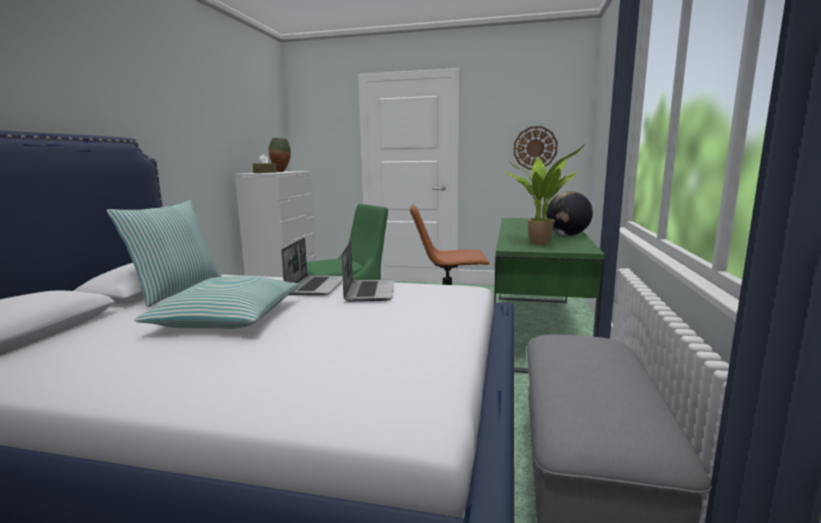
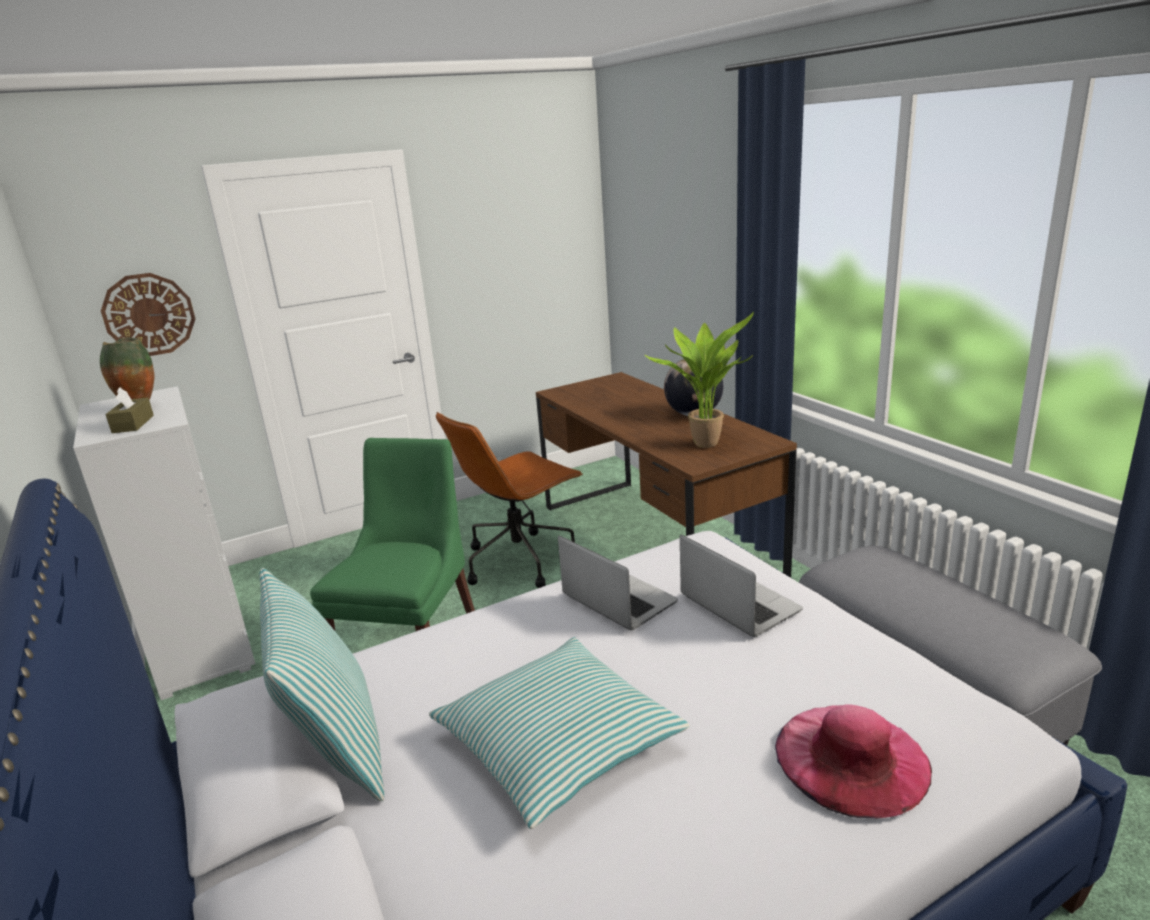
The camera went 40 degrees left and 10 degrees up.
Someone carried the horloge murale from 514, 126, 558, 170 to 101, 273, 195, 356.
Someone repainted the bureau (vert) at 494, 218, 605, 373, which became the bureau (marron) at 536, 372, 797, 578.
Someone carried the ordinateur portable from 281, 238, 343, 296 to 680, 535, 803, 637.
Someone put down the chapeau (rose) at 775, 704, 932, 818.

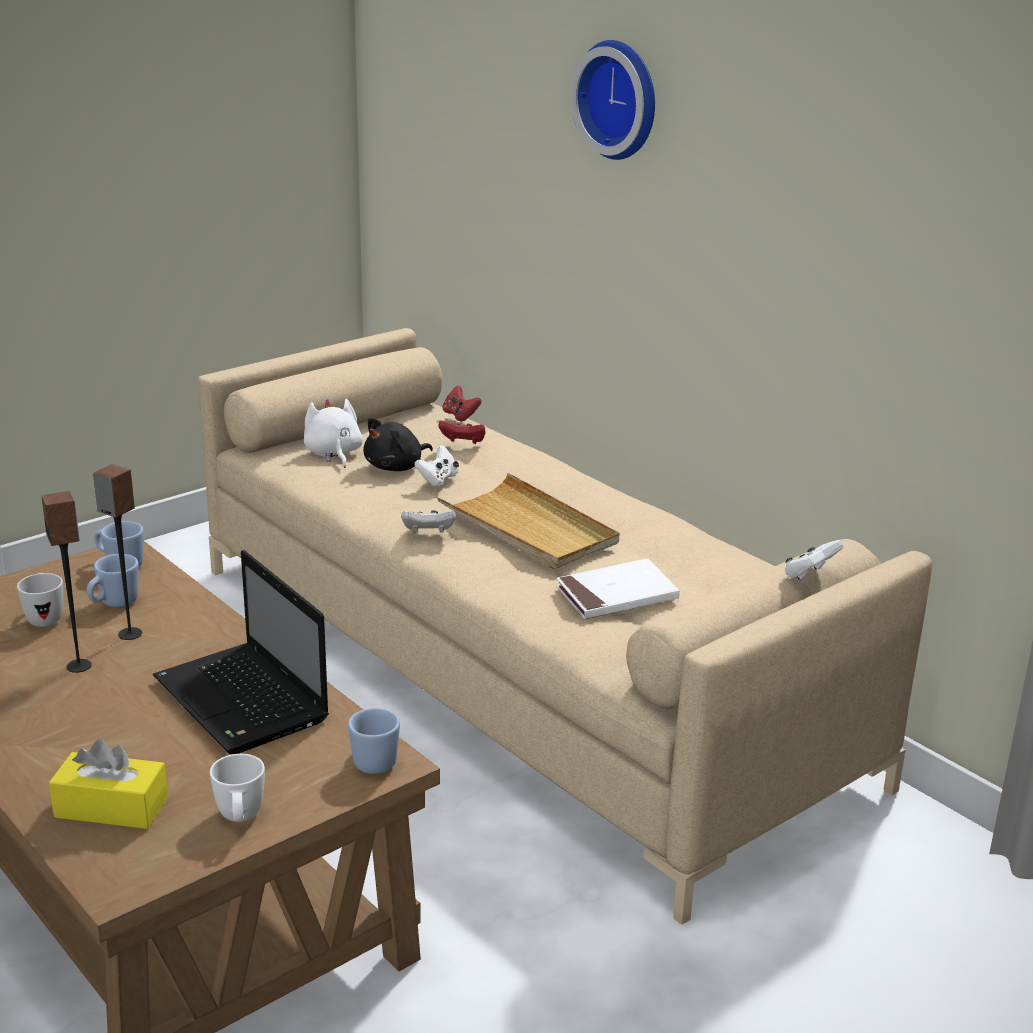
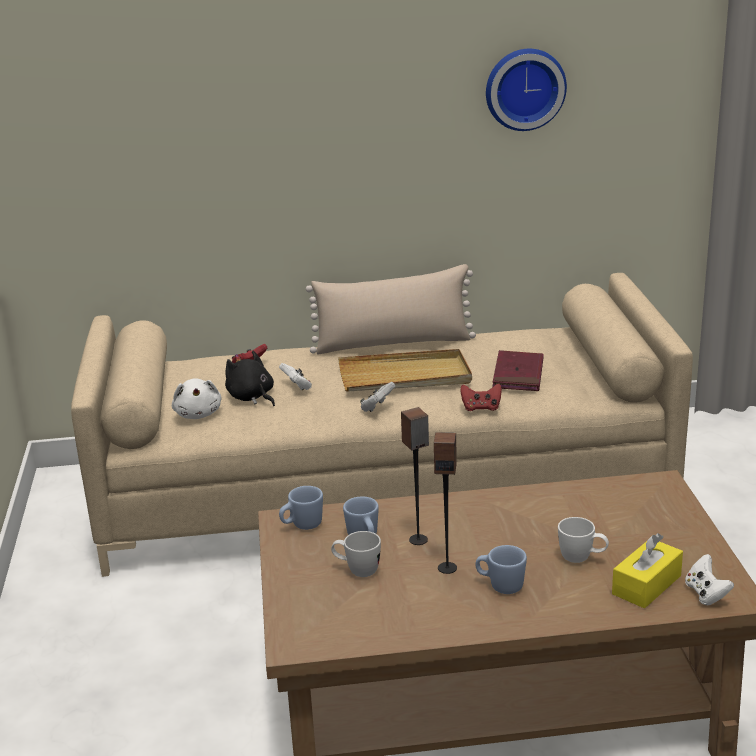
The camera went 55 degrees left and 0 degrees up.
Someone rotated the peluche (blanc) at 304, 399, 363, 468 by 120 degrees counterclockwise.
Someone rotated the peluche (noir) at 363, 418, 433, 471 by 150 degrees clockwise.
Someone put down the coussin (beige) at 306, 264, 476, 354.
Someone carried the manette (rouge) from 443, 385, 482, 422 to 460, 384, 502, 411.
Someone carried the mug (bleu) from 348, 708, 400, 774 to 476, 545, 527, 594.
Someone carried the horloge murale from 571, 40, 655, 160 to 486, 49, 567, 131.
Someone repainted the livre (blanc) at 556, 558, 680, 619, which became the livre (rouge) at 492, 350, 544, 391.
Someone carried the mug (blanc) from 210, 754, 265, 822 to 558, 517, 609, 563.
Someone carried the manette (blanc) from 785, 540, 843, 579 to 685, 554, 734, 605.
Someone took away the ordinateur portable at 153, 550, 329, 754.

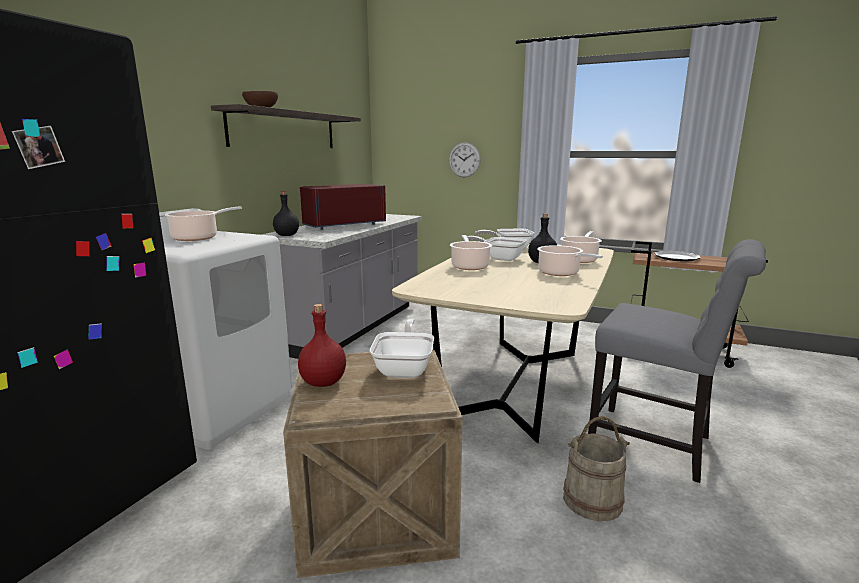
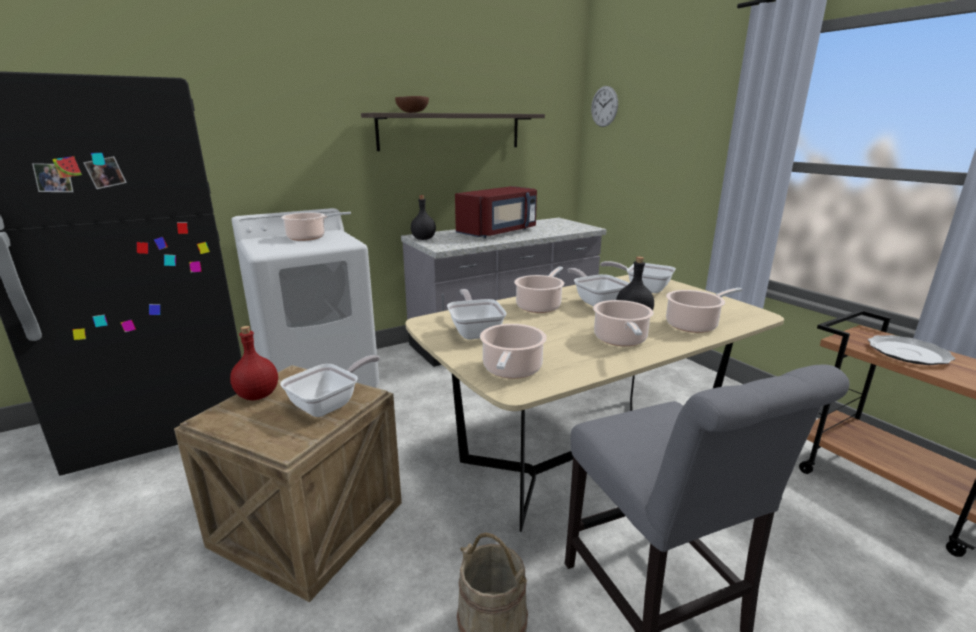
The camera went 35 degrees right and 5 degrees up.
Someone put down the poêle at 447, 289, 507, 340.
Someone rotated the micro-ondes (rouge) at 300, 184, 386, 230 by 135 degrees clockwise.
Someone put down the marmite at 480, 324, 547, 379.
Someone carried the horloge murale from 449, 142, 481, 177 to 591, 86, 618, 127.

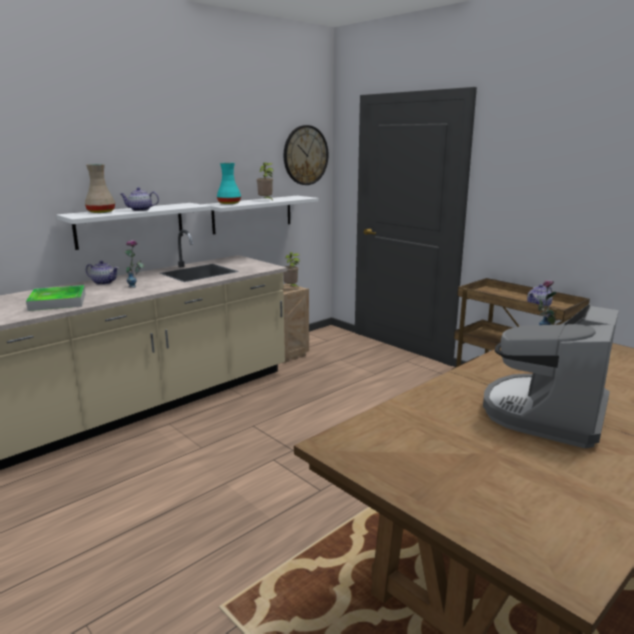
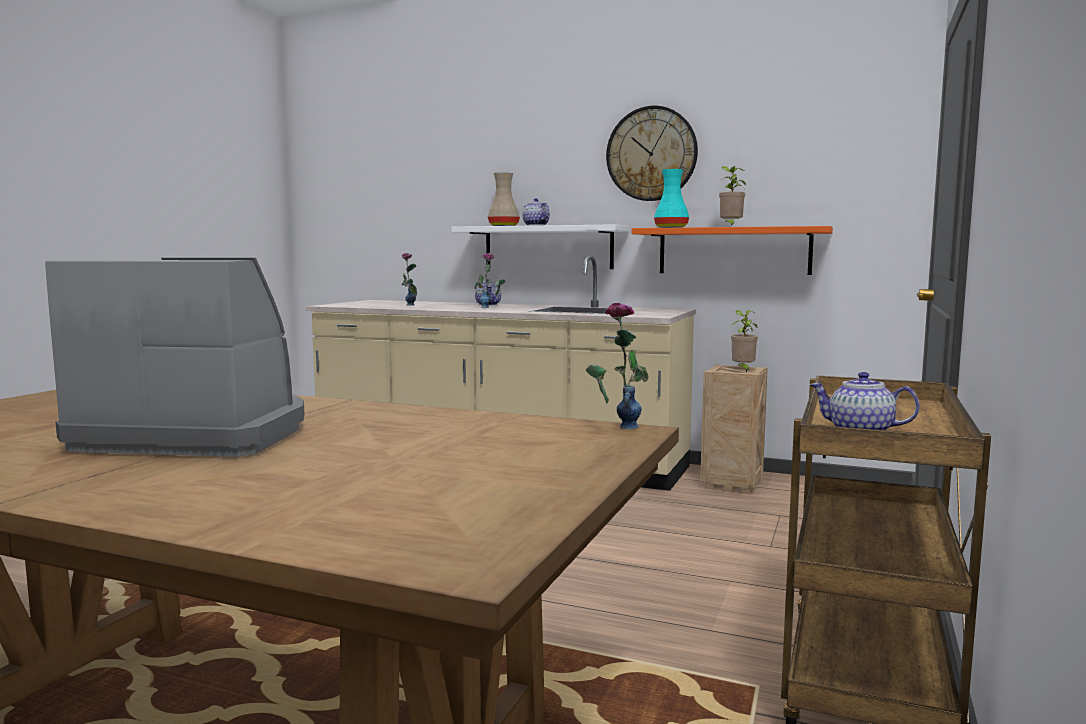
The camera went 65 degrees right and 10 degrees down.
Someone swapped the plateau at 26, 285, 86, 311 for the vase at 401, 253, 417, 306.
Someone carried the horloge murale from 284, 125, 329, 185 to 606, 106, 698, 201.
Someone repainted the étagère (blanc) at 202, 196, 319, 234, which became the étagère (orange) at 632, 226, 833, 275.

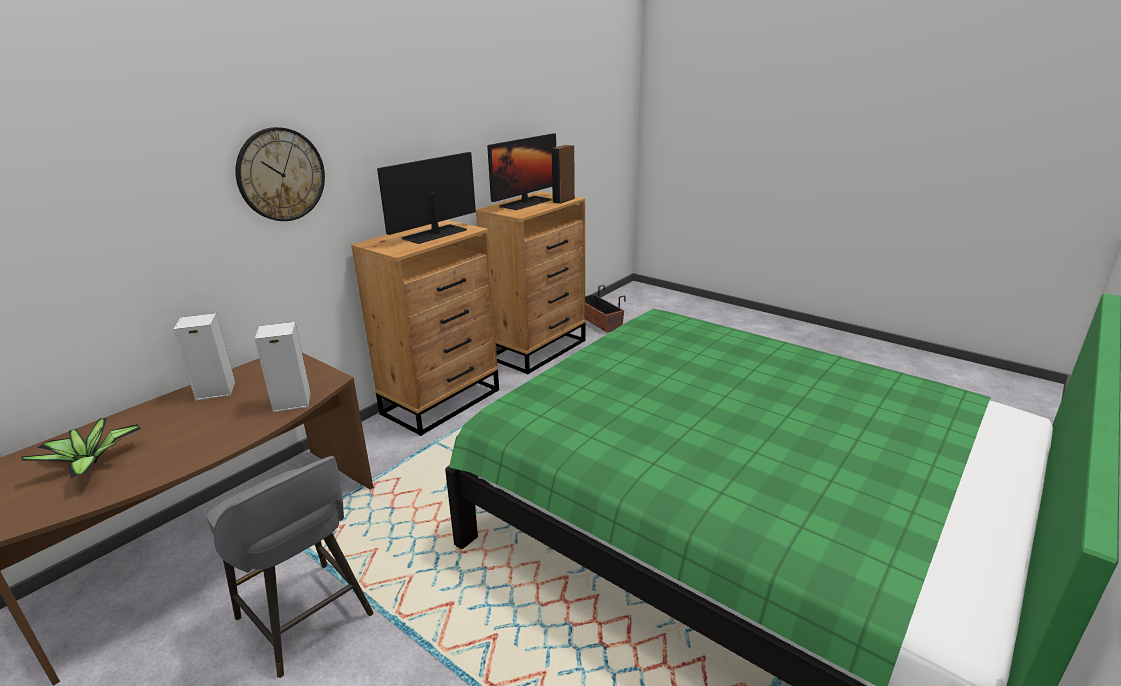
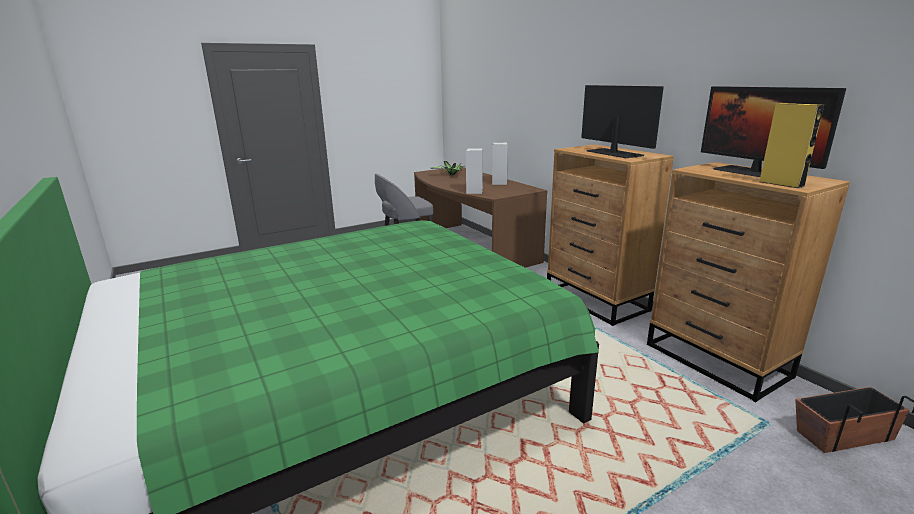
The camera went 110 degrees right and 5 degrees down.
Someone repainted the enceinte (marron) at 551, 145, 575, 204, which became the enceinte (jaune) at 759, 103, 824, 188.
Someone took away the horloge murale at 235, 127, 325, 221.

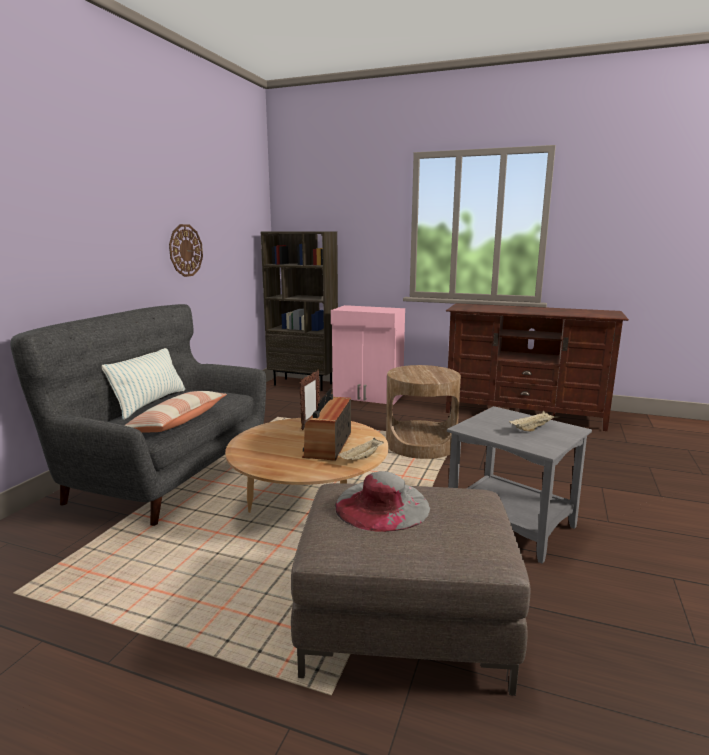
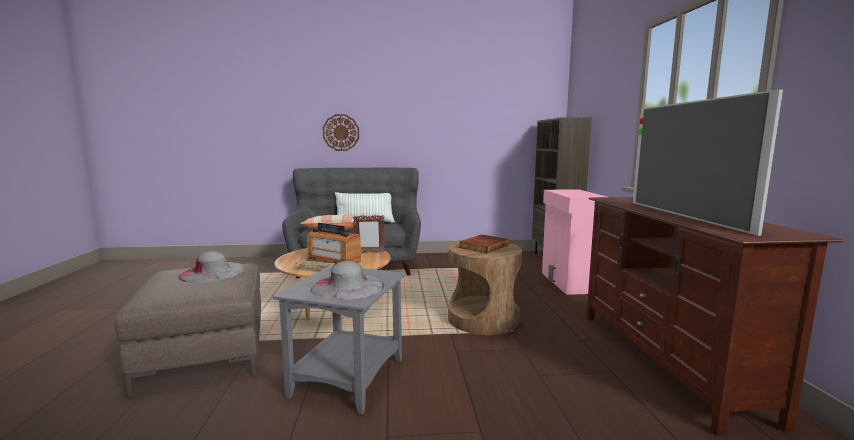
The camera went 65 degrees right and 5 degrees down.
Someone rotated the radio at 302, 388, 351, 461 by 135 degrees counterclockwise.
Someone swapped the plateau (beige) at 509, 411, 557, 431 for the chapeau (gris) at 311, 261, 384, 300.
Someone carried the horloge murale from 169, 224, 203, 277 to 323, 114, 359, 151.
Someone put down the livre at 459, 234, 509, 253.
Someone put down the téléviseur at 632, 89, 783, 236.

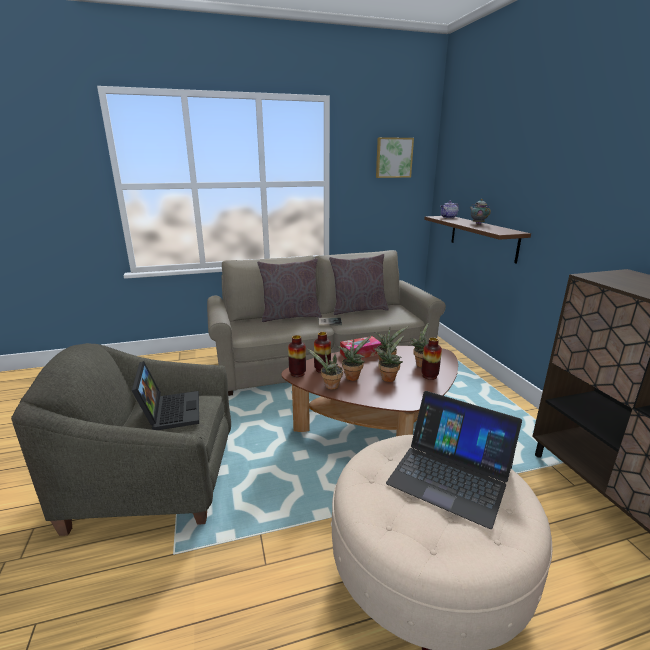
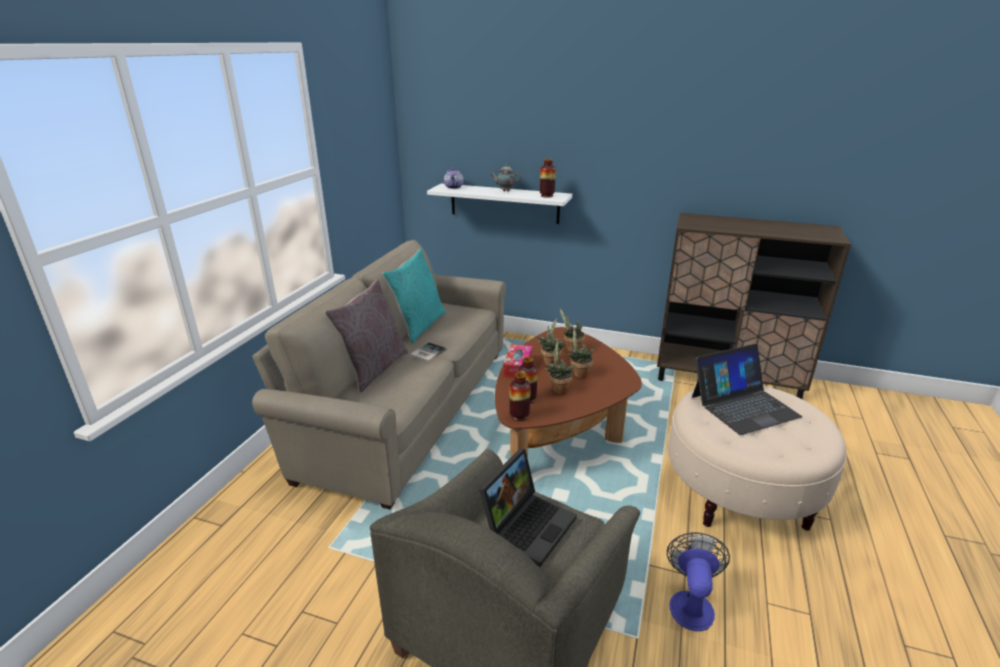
The camera went 55 degrees left and 5 degrees up.
Someone repainted the coussin (gris) at 329, 254, 389, 315, which became the coussin (turquoise) at 382, 248, 446, 343.
Someone repainted the étagère (marron) at 424, 216, 531, 263, which became the étagère (blanc) at 427, 183, 572, 224.
Someone rotated the ordinateur portable at 132, 361, 199, 430 by 105 degrees clockwise.
Someone carried the vase from 421, 337, 442, 380 to 540, 159, 556, 198.
Someone put down the ventilateur at 667, 532, 730, 631.
Someone took away the plante en pot at 306, 348, 343, 390.
Someone took away the tableau at 376, 137, 414, 178.

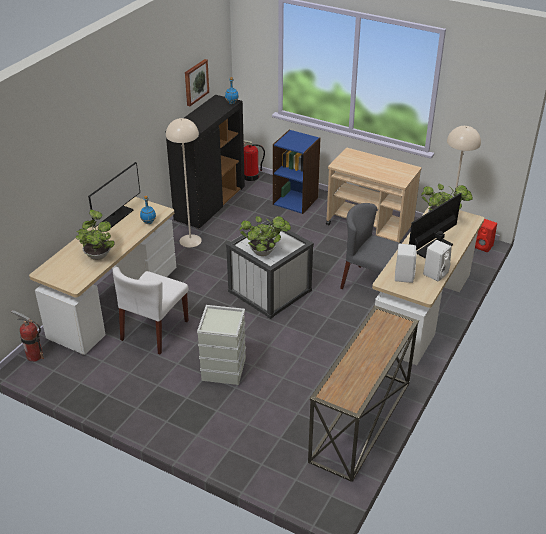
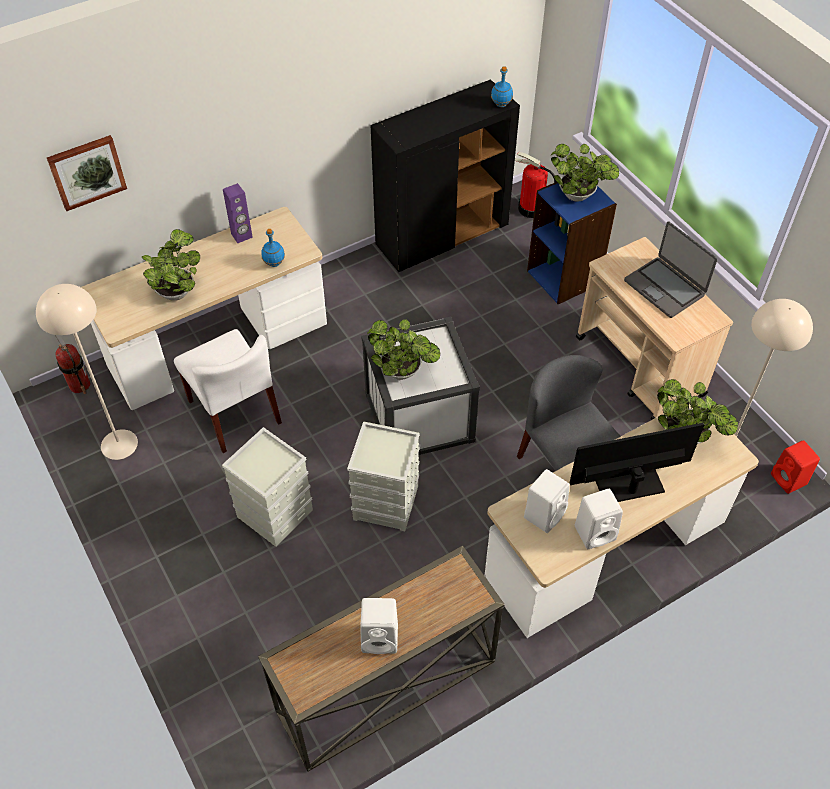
The camera went 30 degrees right and 15 degrees up.
Someone carried the lampadaire (beige) from 166, 118, 202, 247 to 36, 284, 138, 460.
Someone carried the tableau from 185, 59, 209, 106 to 47, 135, 127, 211.
Someone rotated the chaise (blanc) at 113, 267, 189, 354 by 90 degrees counterclockwise.
Someone swapped the écran d'ordinateur at 88, 162, 140, 228 for the enceinte (violet) at 223, 183, 253, 244.
Someone put down the boîte de rangement (gris) at 347, 421, 420, 531.
Someone put down the enceinte (blanc) at 360, 598, 398, 654.
Someone put down the plante en pot at 551, 144, 619, 202.
Someone put down the ordinateur portable at 624, 221, 718, 318.

